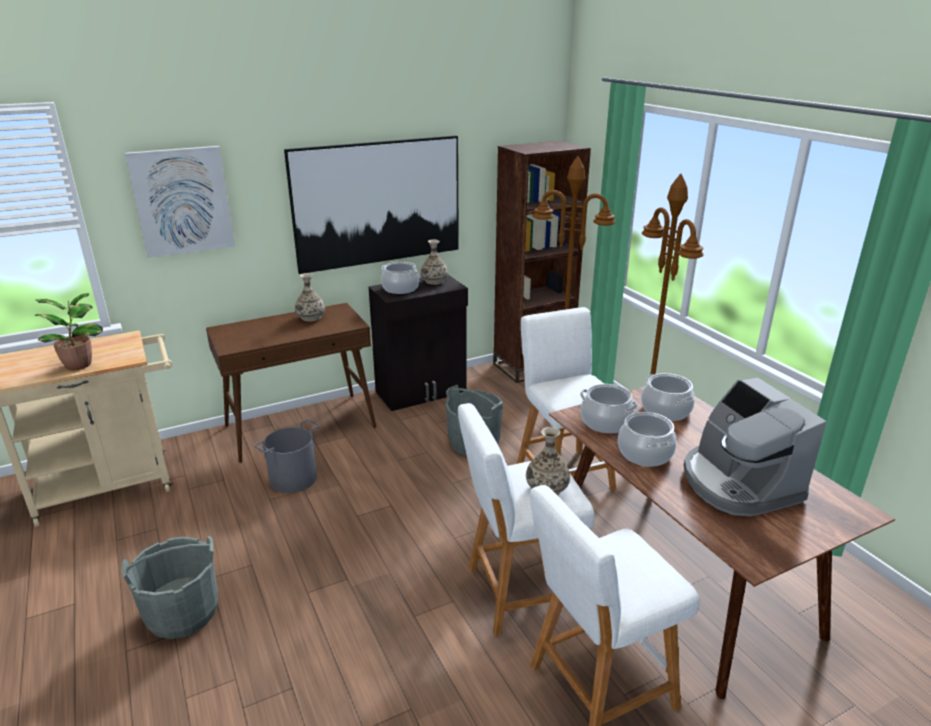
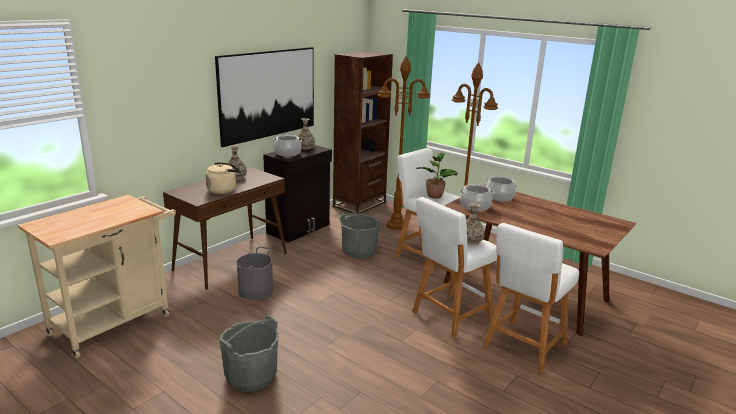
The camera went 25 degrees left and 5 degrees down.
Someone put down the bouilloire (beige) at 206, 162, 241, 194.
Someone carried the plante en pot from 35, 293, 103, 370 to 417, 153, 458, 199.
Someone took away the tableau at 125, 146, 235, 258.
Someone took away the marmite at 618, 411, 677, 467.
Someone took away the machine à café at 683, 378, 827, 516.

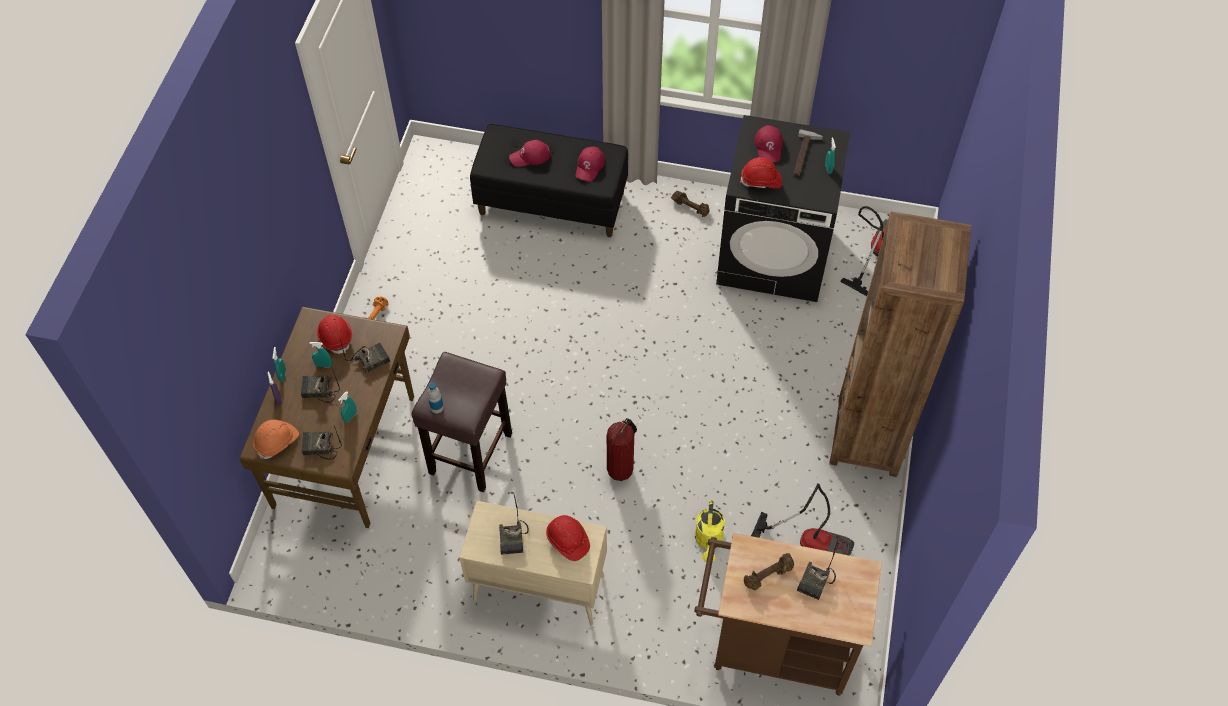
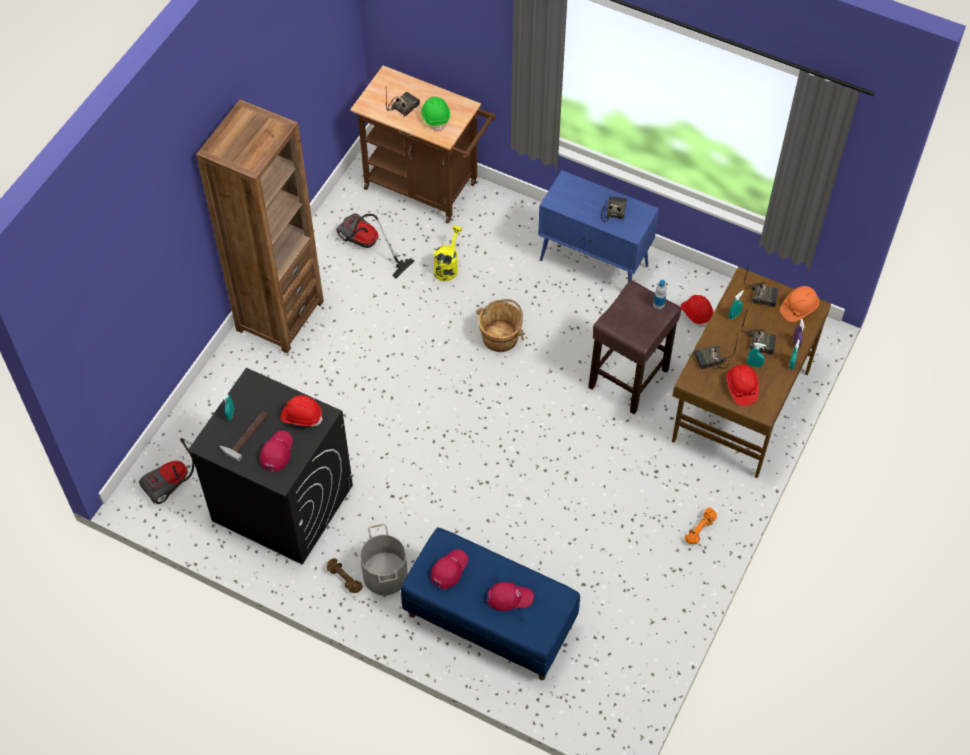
The camera went 165 degrees left and 0 degrees up.
Someone put down the seau (gris) at 360, 524, 408, 595.
Someone repainted the banc (noir) at 470, 124, 628, 237, which became the banc (bleu) at 401, 527, 580, 680.
Someone swapped the haltère (marron) at 744, 553, 794, 590 for the casque de chantier (vert) at 421, 97, 450, 131.
Someone swapped the extincteur at 607, 418, 637, 481 for the seau (marron) at 476, 299, 525, 352.
Someone repainted the meuble de rangement (beige) at 459, 501, 607, 626, which became the meuble de rangement (bleu) at 538, 170, 659, 282.
Someone carried the casque de chantier (rouge) from 546, 515, 590, 561 to 681, 295, 713, 327.

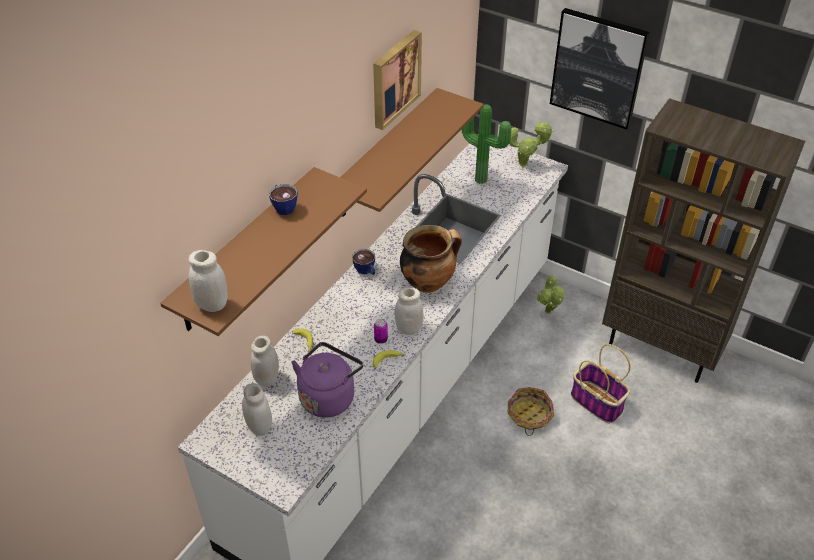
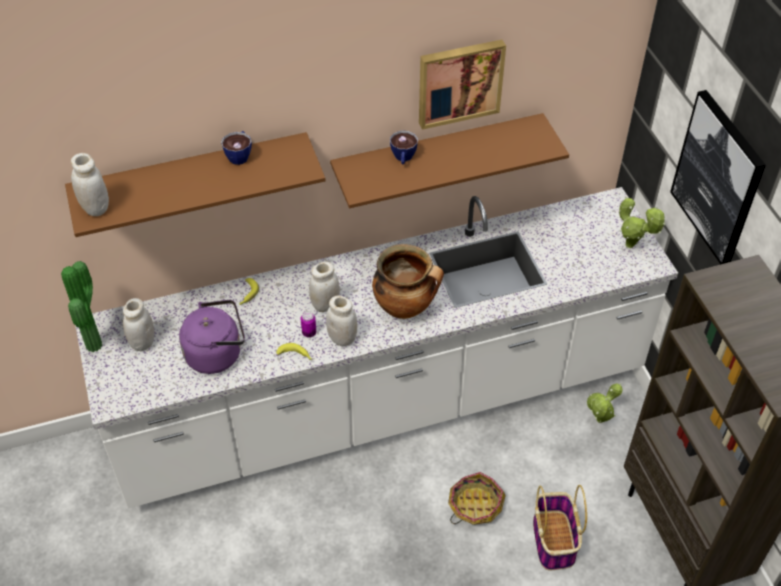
The camera went 40 degrees right and 5 degrees up.
Someone carried the plante en pot from 462, 104, 511, 184 to 61, 261, 102, 352.
Someone carried the bocal (blanc) from 250, 335, 279, 387 to 309, 261, 340, 312.
Someone carried the tasse from 352, 249, 375, 275 to 390, 131, 418, 165.

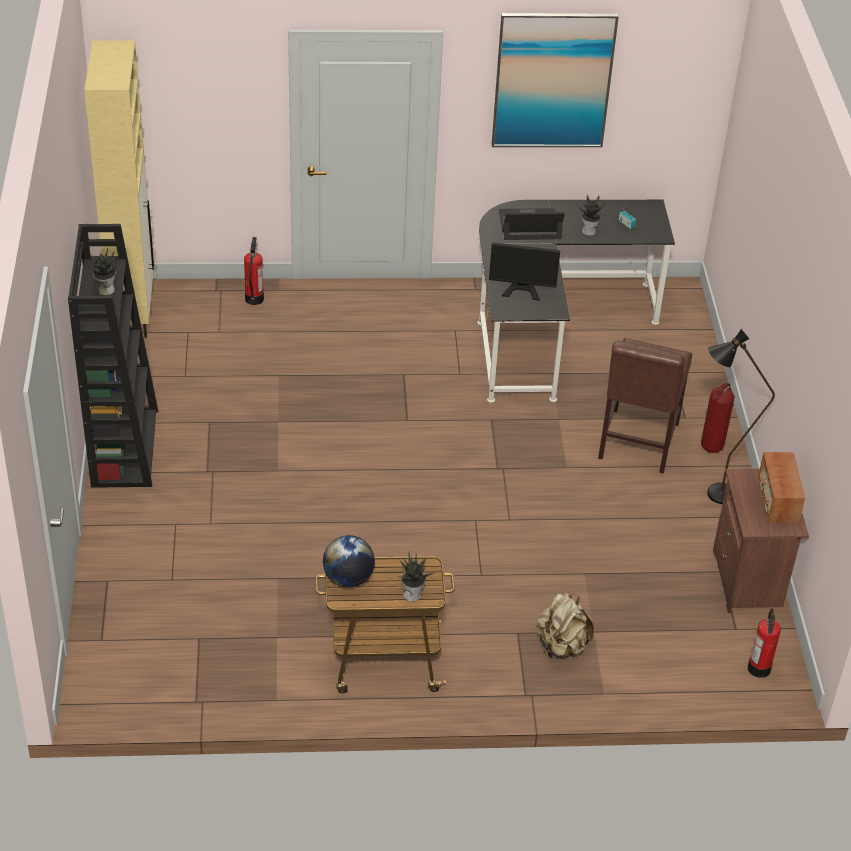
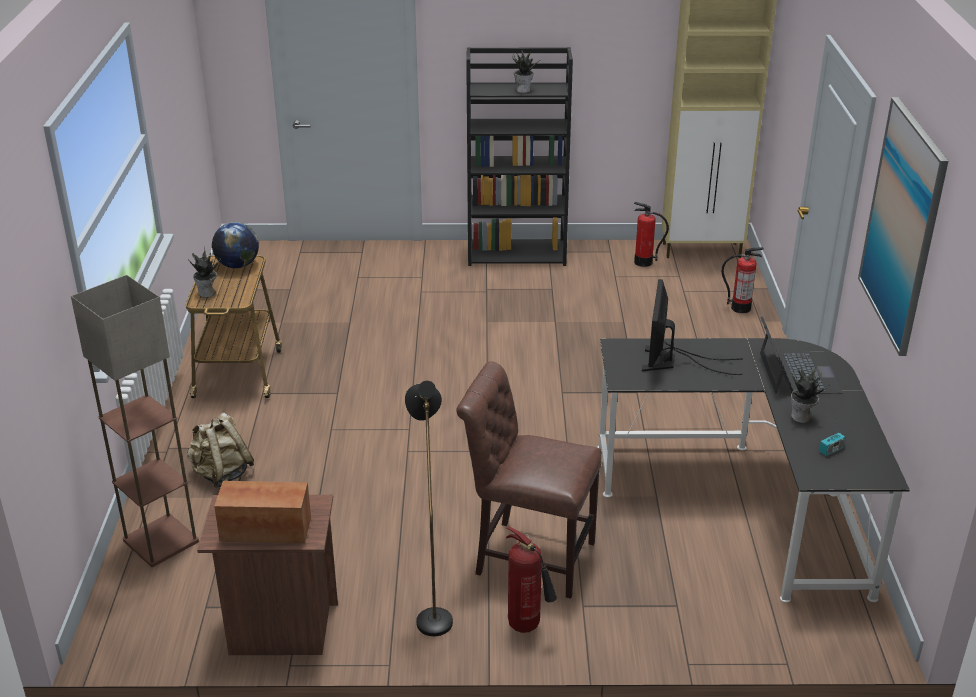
The camera went 95 degrees right and 10 degrees down.
Someone put down the lampadaire at 71, 275, 199, 567.
Someone carried the extincteur from 748, 608, 781, 678 to 634, 202, 669, 267.

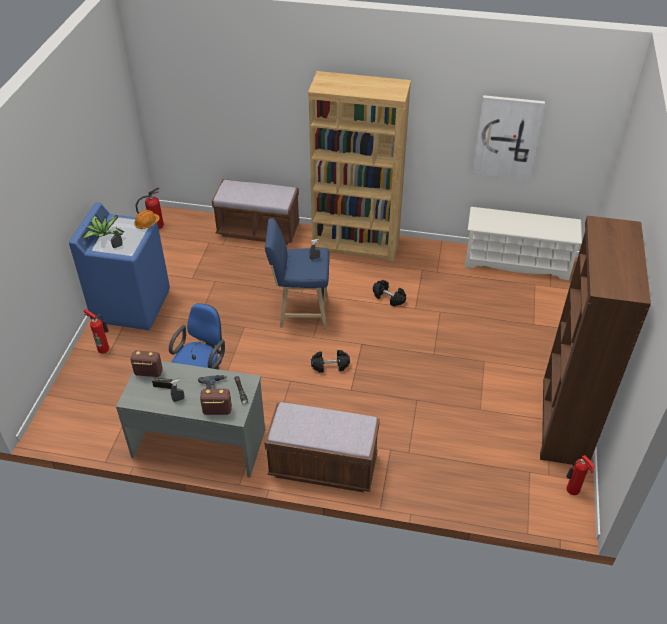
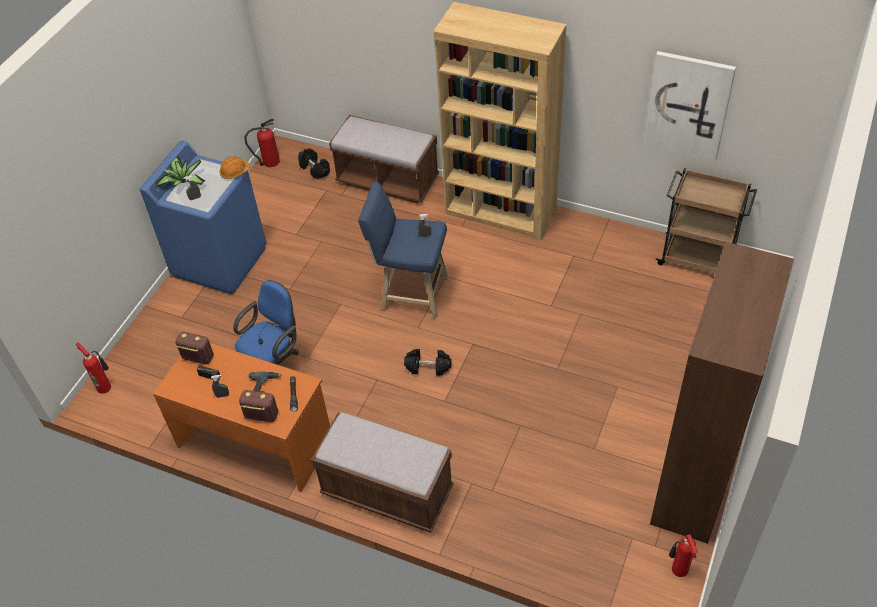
The camera went 15 degrees right and 5 degrees up.
Someone carried the extincteur from 83, 309, 109, 354 to 76, 342, 111, 394.
Someone repainted the bureau (gris) at 116, 361, 265, 478, which became the bureau (orange) at 153, 343, 330, 492.
Someone carried the haltère (noir) from 373, 280, 406, 307 to 298, 149, 330, 179.
Someone swapped the étagère à chaussures (blanc) at 465, 207, 582, 281 for the chariot (marron) at 656, 168, 757, 274.

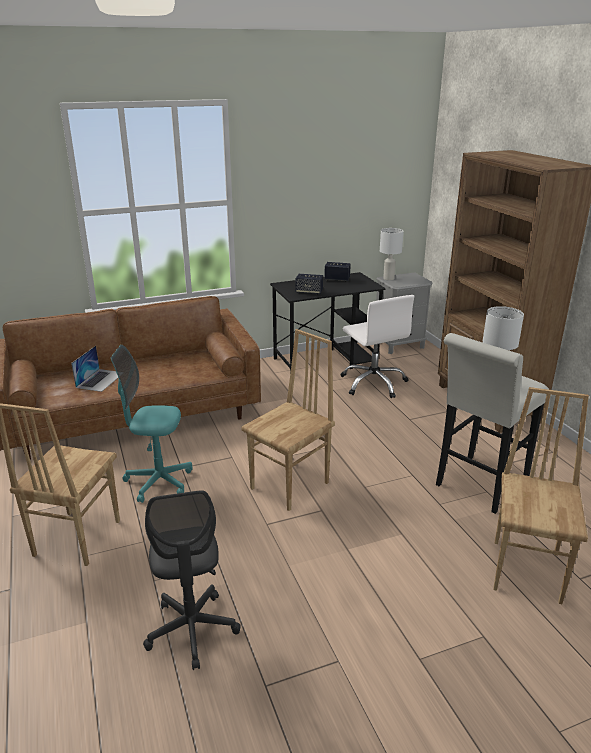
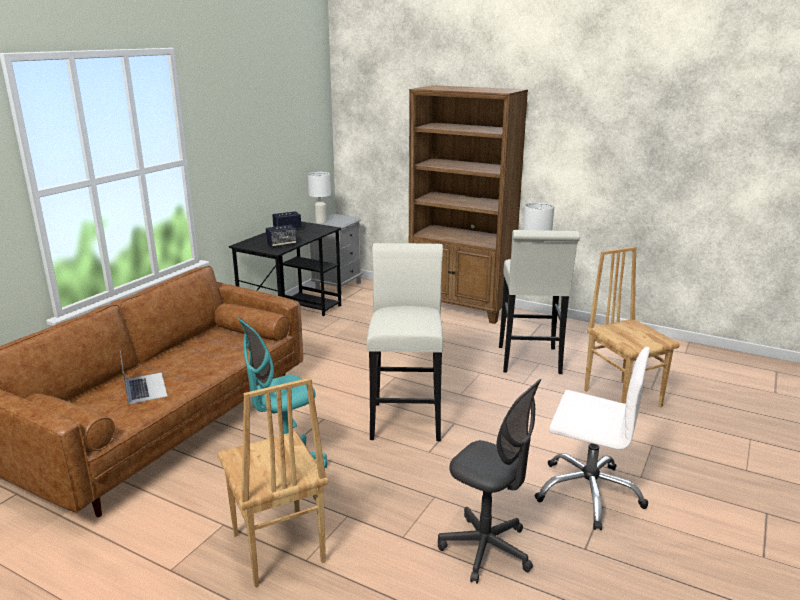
The camera went 40 degrees left and 5 degrees down.
Someone swapped the chaise (marron) at 241, 329, 335, 511 for the tabouret (blanc) at 367, 243, 443, 441.
Someone carried the chaise de bureau (blanc) from 340, 295, 415, 398 to 535, 347, 650, 530.

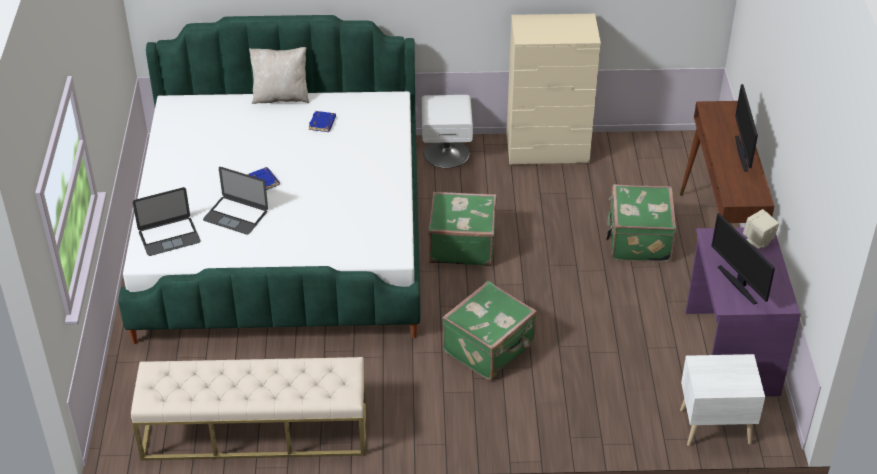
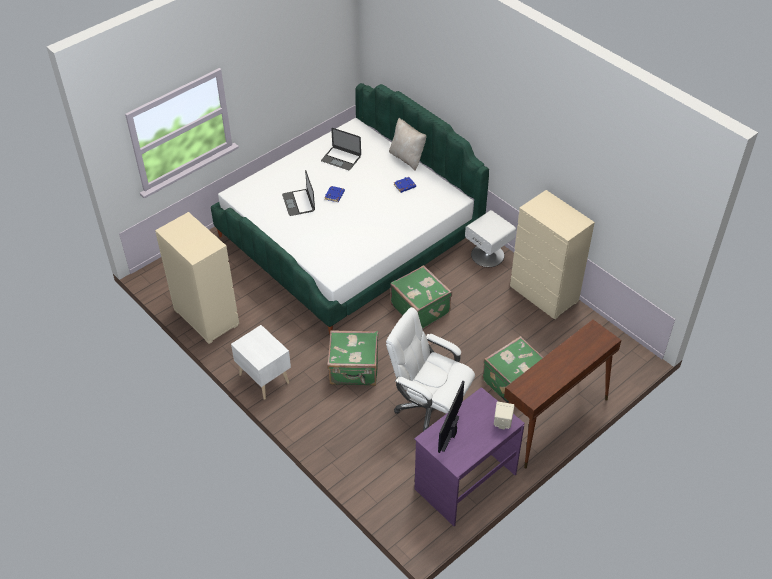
The camera went 50 degrees right and 5 degrees up.
Someone swapped the banc (beige) at 131, 357, 366, 461 for the commode (beige) at 155, 212, 239, 344.
Someone carried the table de chevet (blanc) from 680, 354, 765, 446 to 231, 325, 291, 400.
Someone carried the ordinateur portable from 133, 187, 201, 256 to 321, 128, 361, 170.
Someone put down the chaise de bureau (blanc) at 386, 307, 475, 431.
Someone took away the écran d'ordinateur at 735, 84, 758, 172.

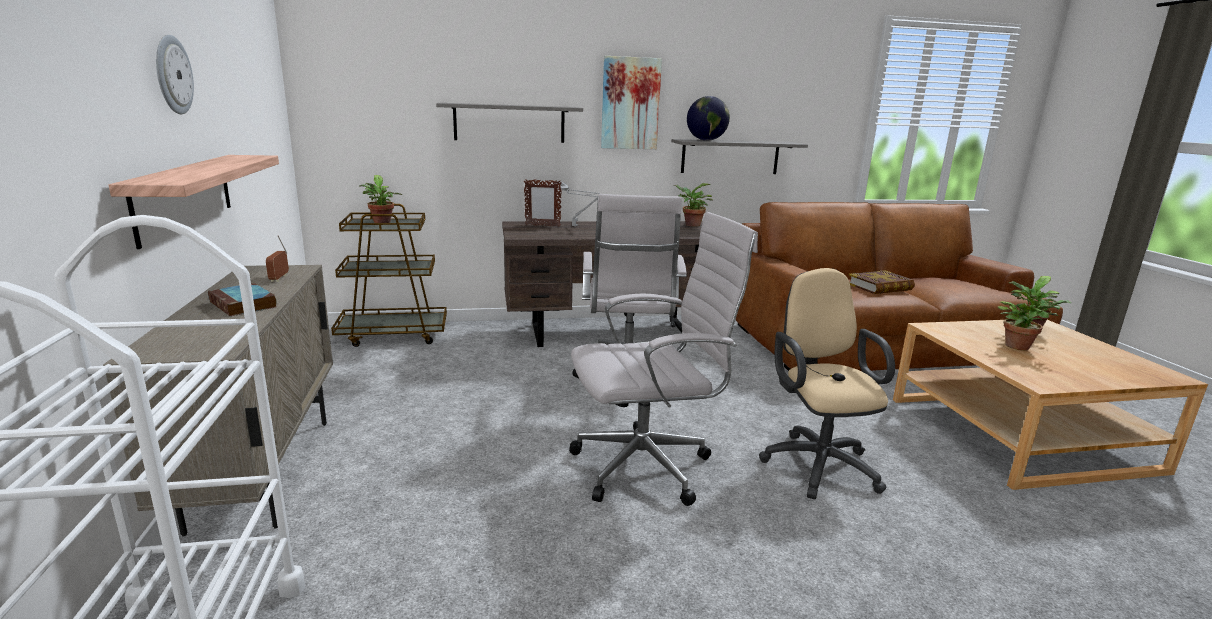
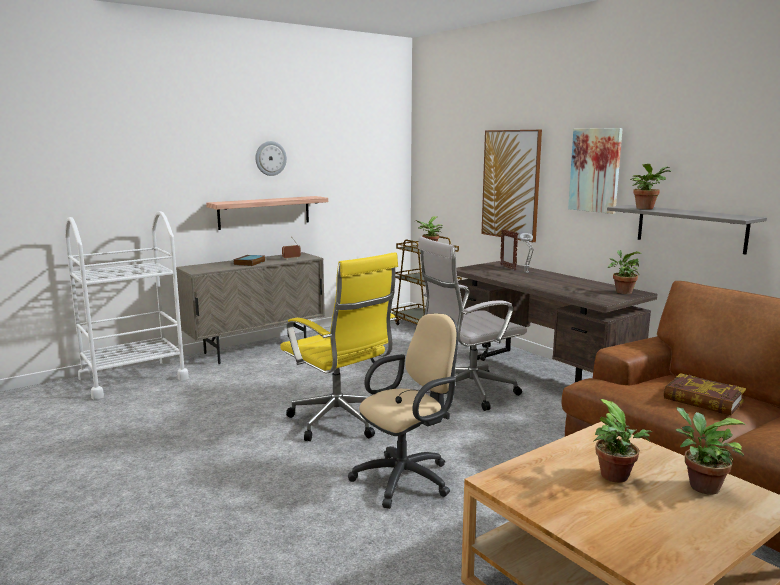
The camera went 65 degrees right and 5 degrees down.
Someone repainted the chaise de bureau (blanc) at 569, 212, 758, 506, which became the chaise de bureau (jaune) at 280, 252, 398, 441.
Someone swapped the étagère (gris) at 436, 103, 583, 143 for the tableau at 481, 130, 542, 242.
Someone swapped the globe at 687, 96, 730, 141 for the plante en pot at 630, 164, 671, 209.

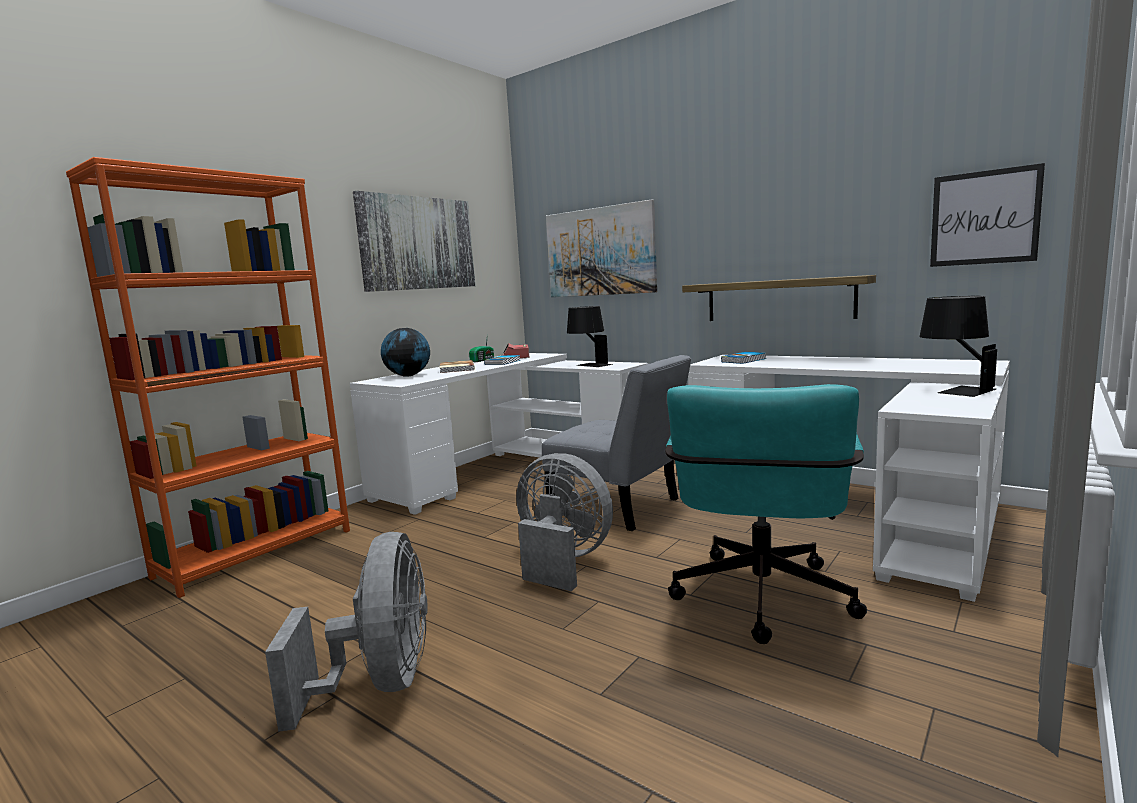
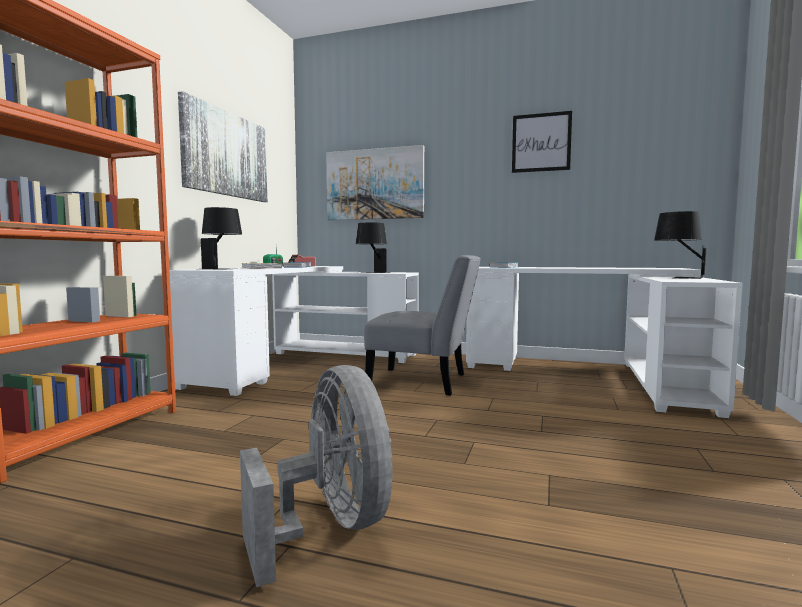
The camera went 20 degrees left and 5 degrees down.
Someone swapped the globe at 381, 328, 430, 377 for the lampe de table (noir) at 201, 207, 242, 269.
Someone carried the tableau from 930, 163, 1045, 267 to 512, 111, 572, 173.
Someone took away the ventilateur (gris) at 516, 453, 613, 591.
Someone took away the chaise de bureau (turquoise) at 665, 384, 867, 644.
Someone took away the étagère at 682, 275, 876, 321.

